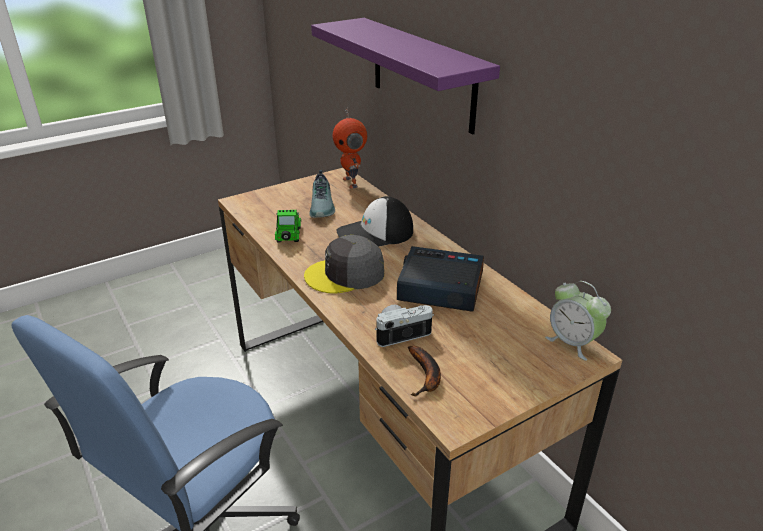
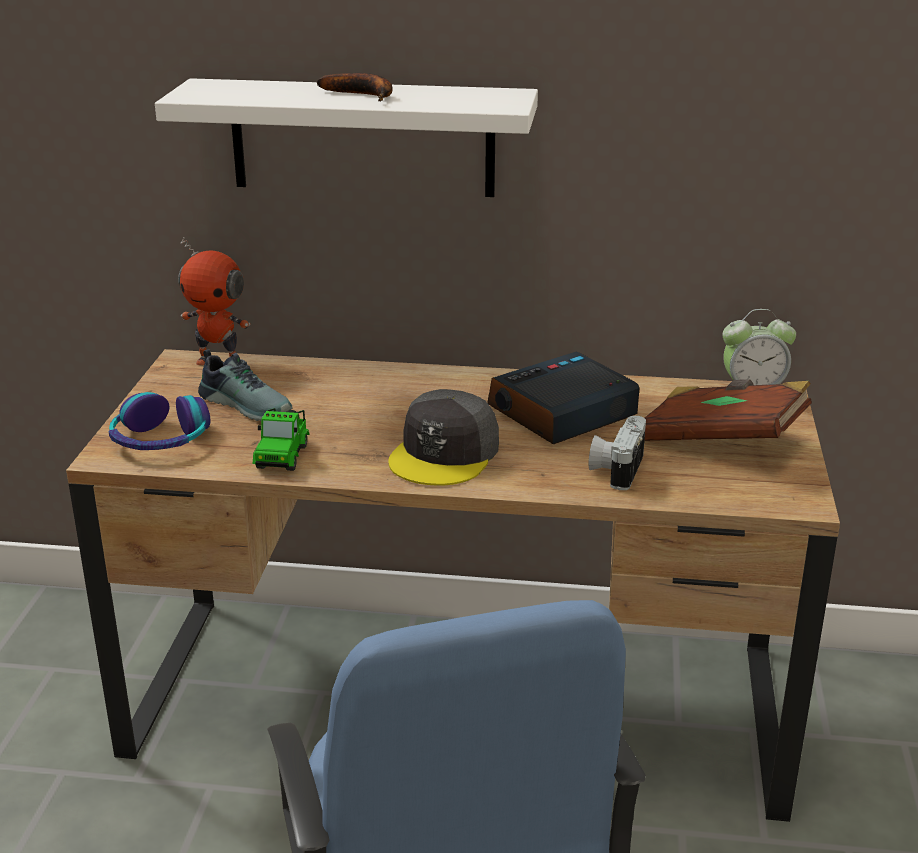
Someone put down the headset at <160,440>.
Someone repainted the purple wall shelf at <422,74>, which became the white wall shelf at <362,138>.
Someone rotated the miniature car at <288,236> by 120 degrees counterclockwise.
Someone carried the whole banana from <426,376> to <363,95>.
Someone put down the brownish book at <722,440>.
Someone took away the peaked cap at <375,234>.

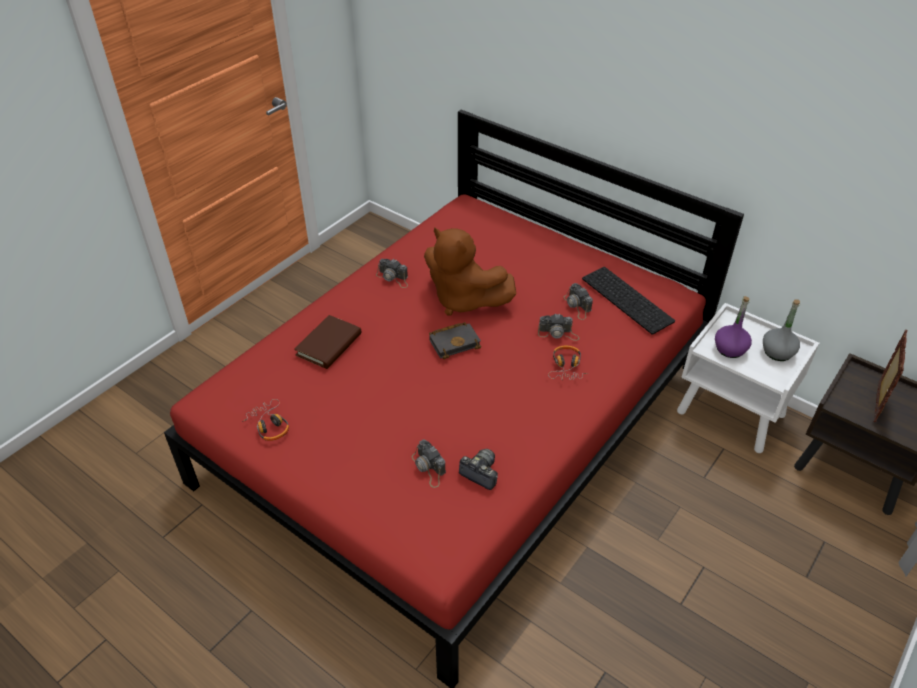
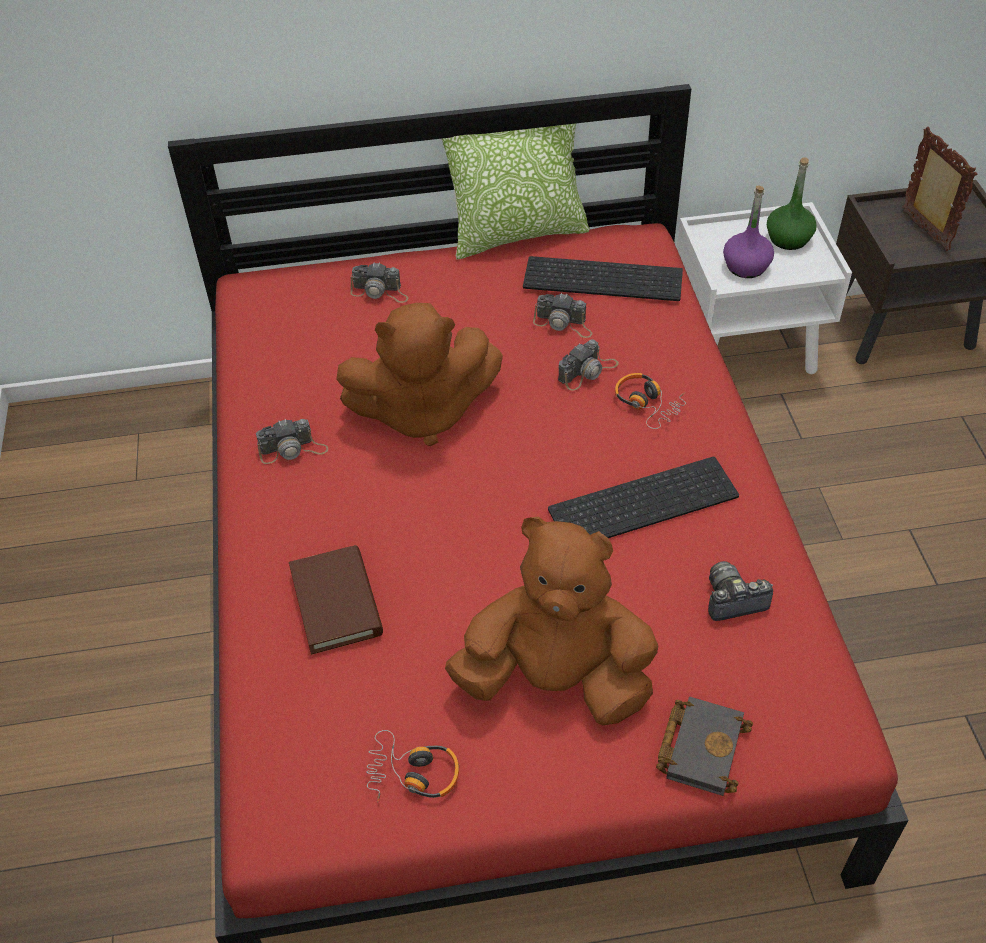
Someone carried the photo camera from <429,468> to <380,292>.
Someone put down the cushion at <517,234>.
Someone put down the brownish plush toy at <556,680>.
Someone put down the computer keyboard at <643,500>.
Someone carried the black book from <455,342> to <700,746>.
Someone repainted the greyish beverage bottle at <777,352>, which became the greenish beverage bottle at <788,239>.

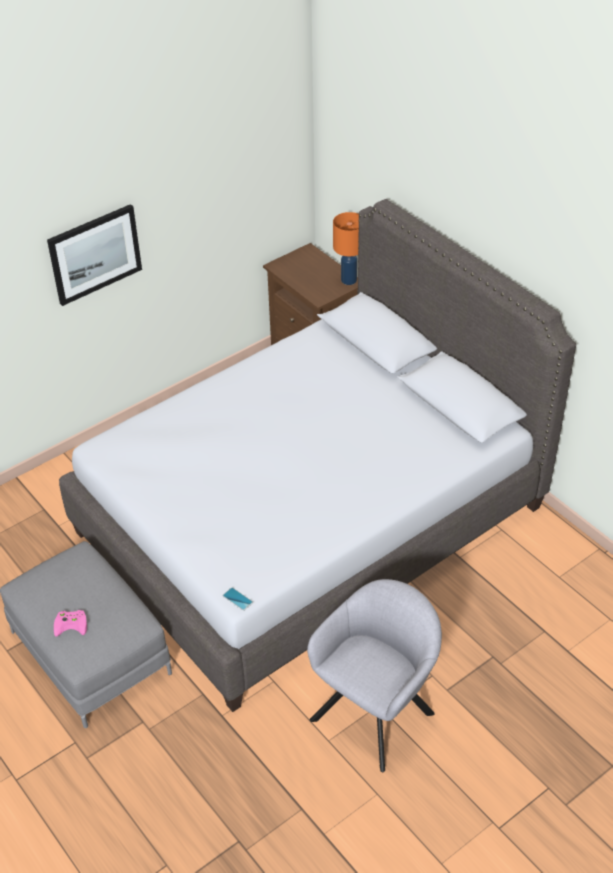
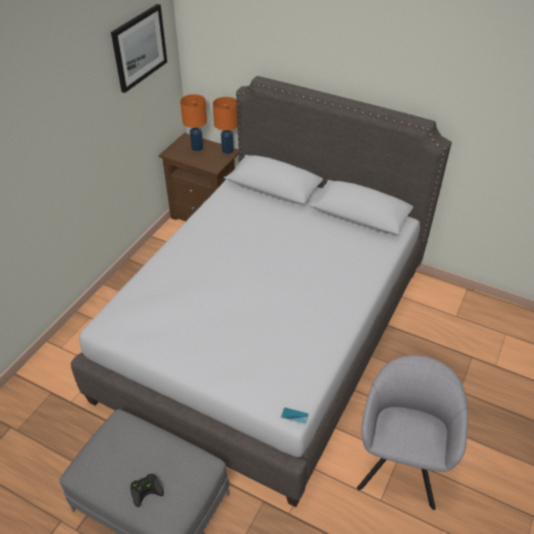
Someone carried the wall picture from <95,254> to <139,47>.
Someone repainted the pink game controller at <72,624>, which became the black game controller at <147,489>.
Someone put down the orangey tabletop lamp at <197,147>.

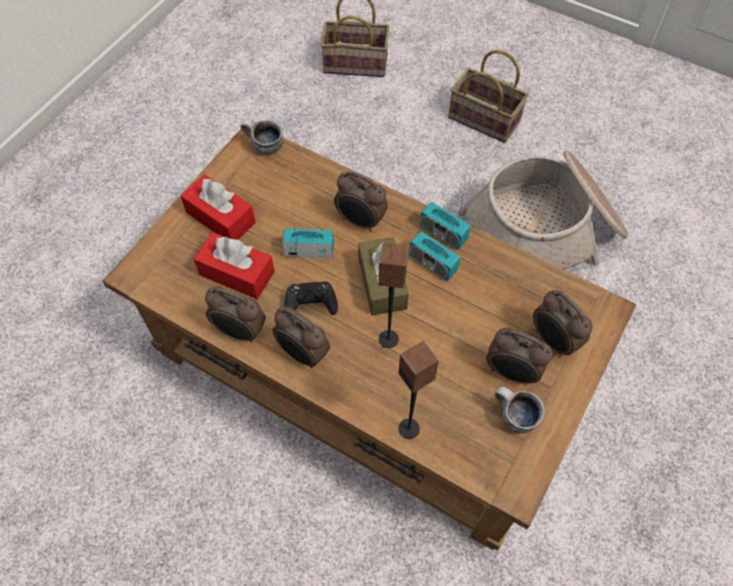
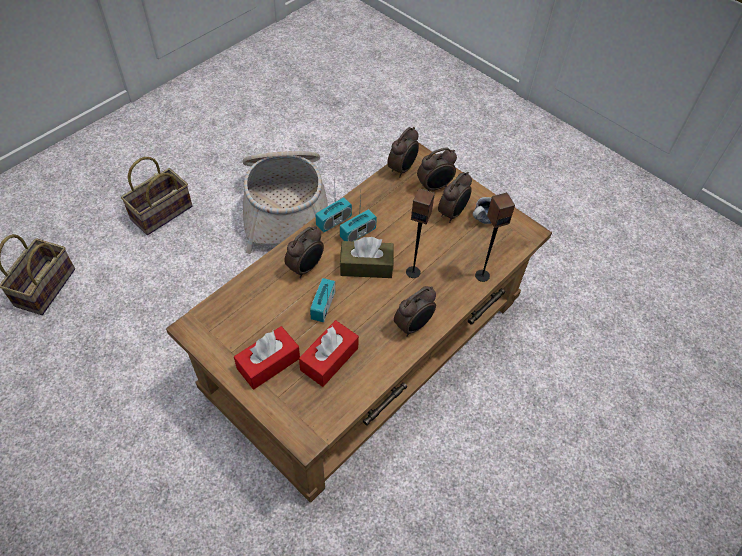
Someone carried the bedside clock from <240,332> to <402,169>.
Someone took away the mug at <264,147>.
Someone took away the black game controller at <310,303>.

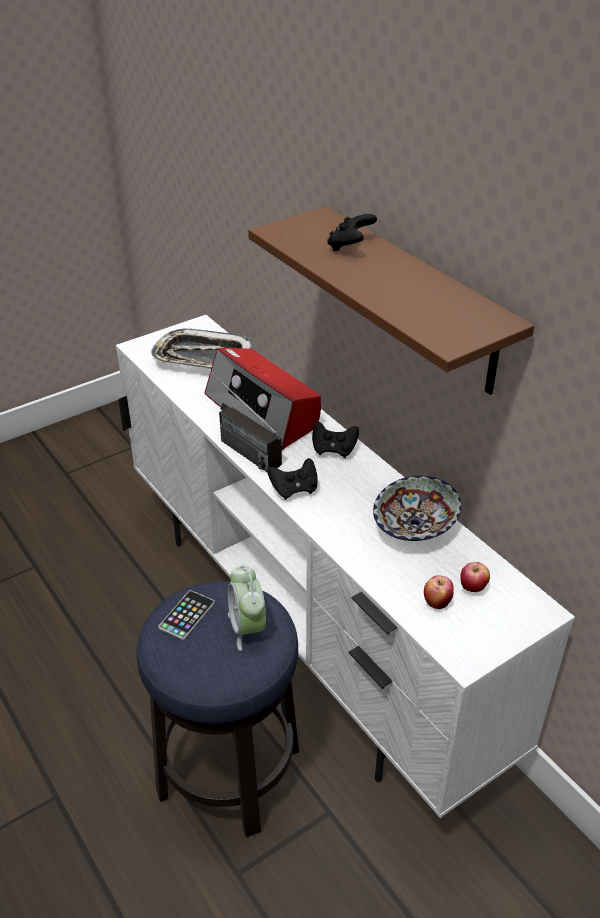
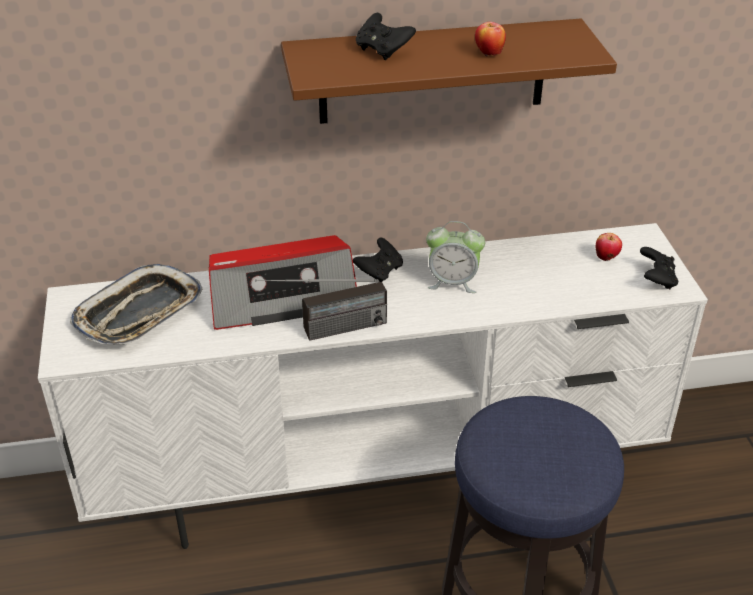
Someone carried the bedside clock from <247,628> to <453,282>.
Someone carried the apple from <437,602> to <489,54>.
Someone carried the black game controller from <294,489> to <656,280>.
Someone took away the handset at <187,615>.
Someone took away the serving bowl at <414,526>.

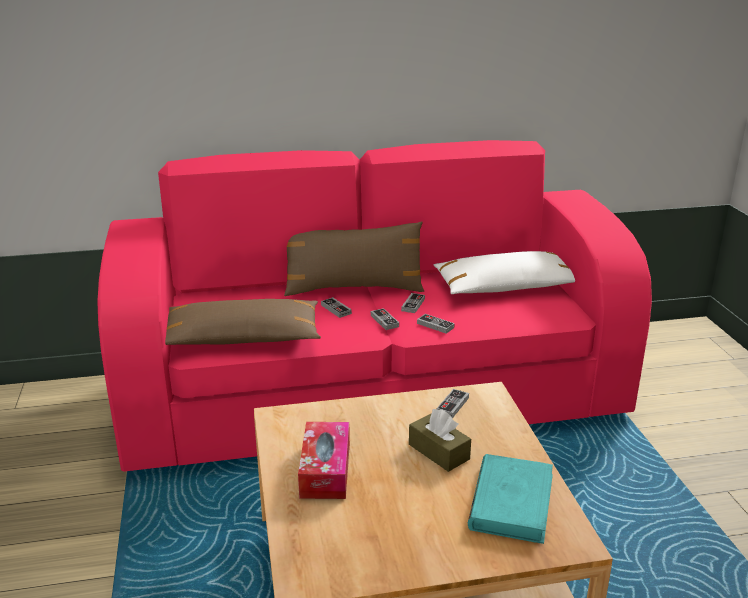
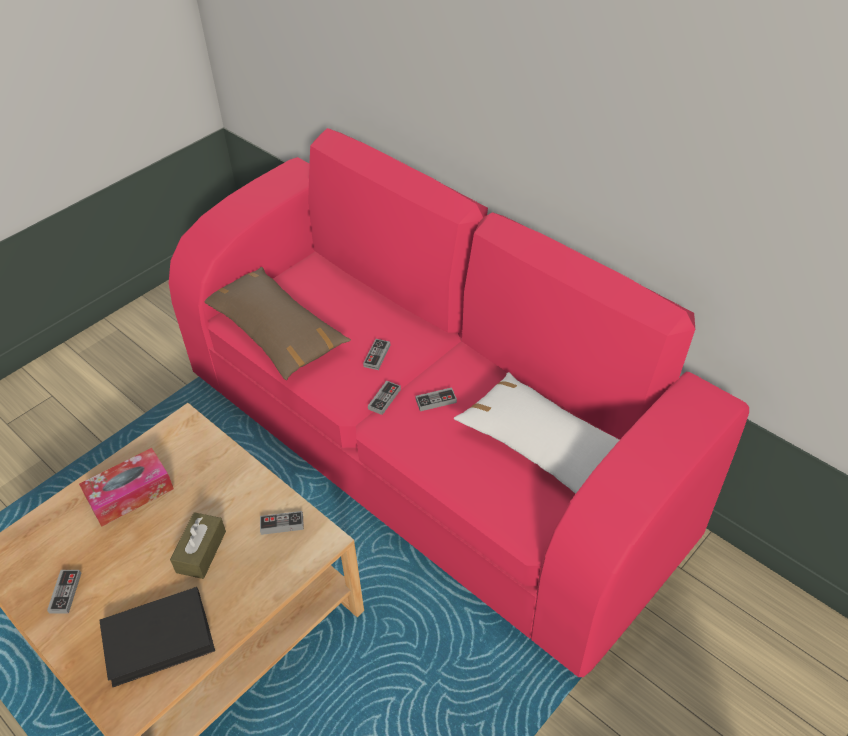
Someone carried the game controller from <435,325> to <65,593>.
Someone repainted the blue-green book at <511,502>, which became the black book at <158,638>.
Someone took away the brownish cushion at <354,288>.

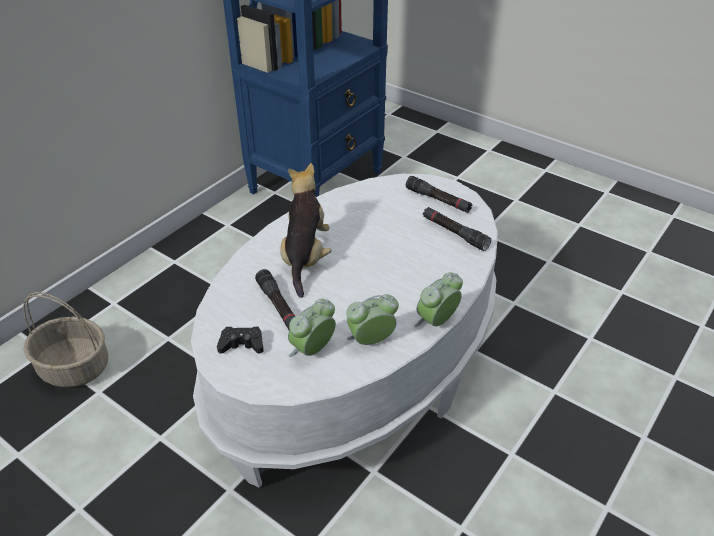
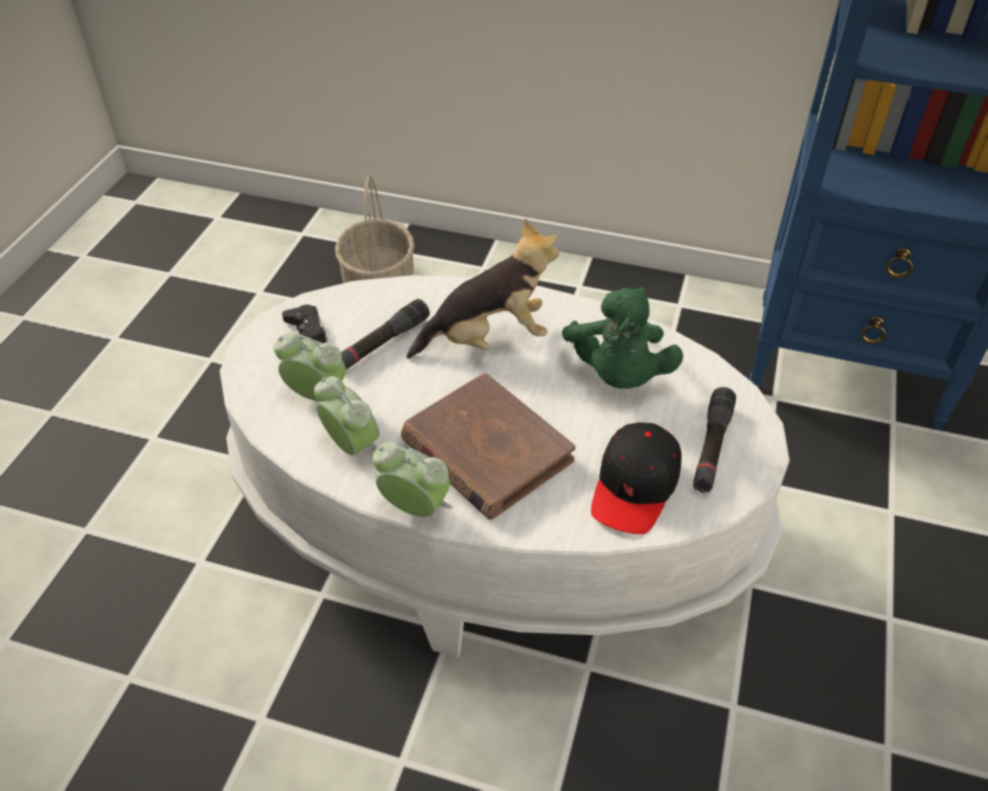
Someone put down the brownish book at <486,450>.
Someone put down the greenish plush toy at <617,375>.
Someone swapped the black flashlight at <454,233> for the black peaked cap at <635,487>.

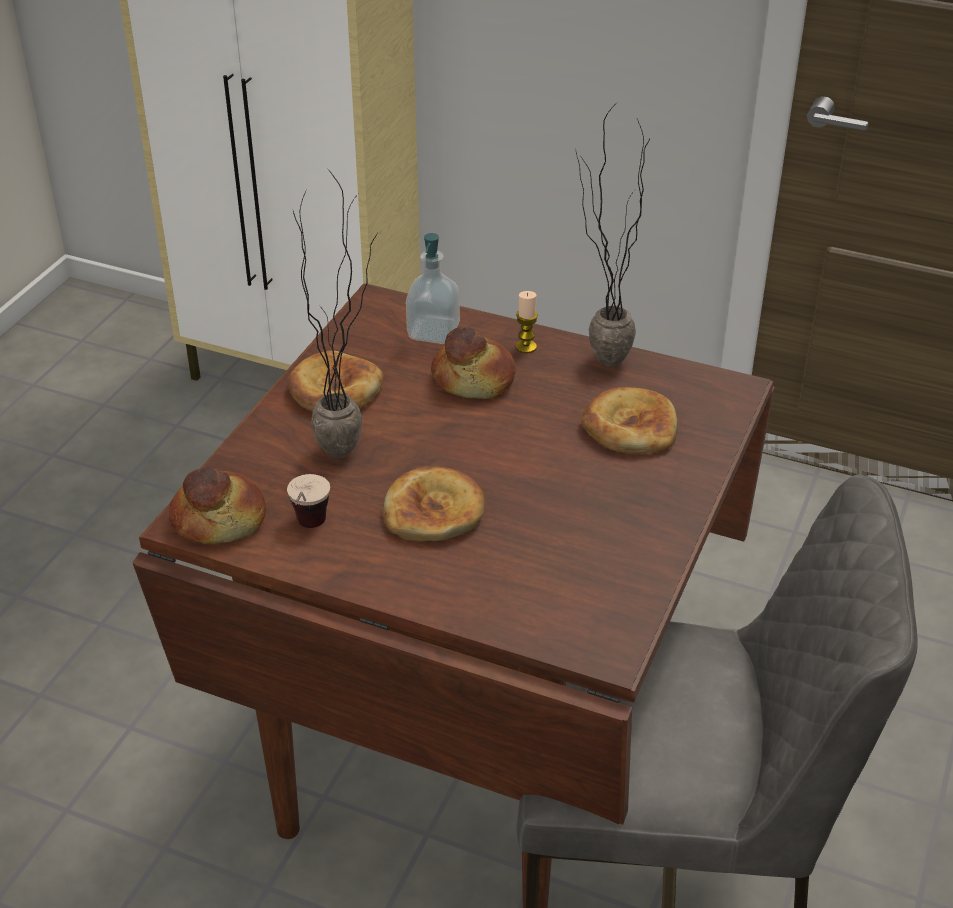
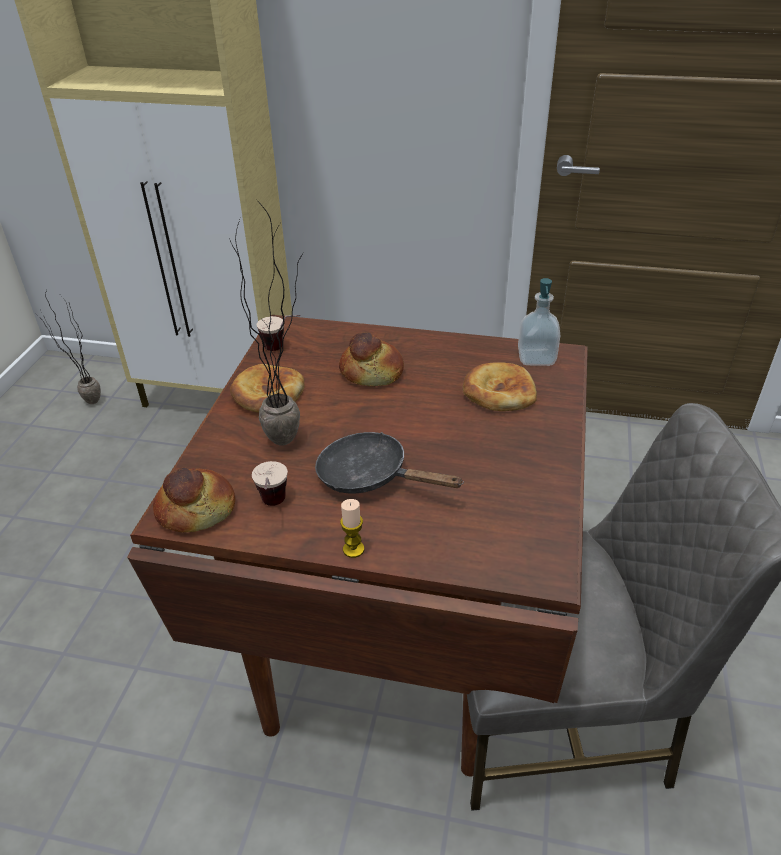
Someone carried the potted plant from <595,363> to <86,403>.
Someone put down the drinking cup at <283,349>.
Someone swapped the bakery bread at <434,510> for the black frying pan at <371,476>.
Someone carried the candle from <526,347> to <353,549>.
Someone carried the soap dispenser from <433,332> to <536,357>.

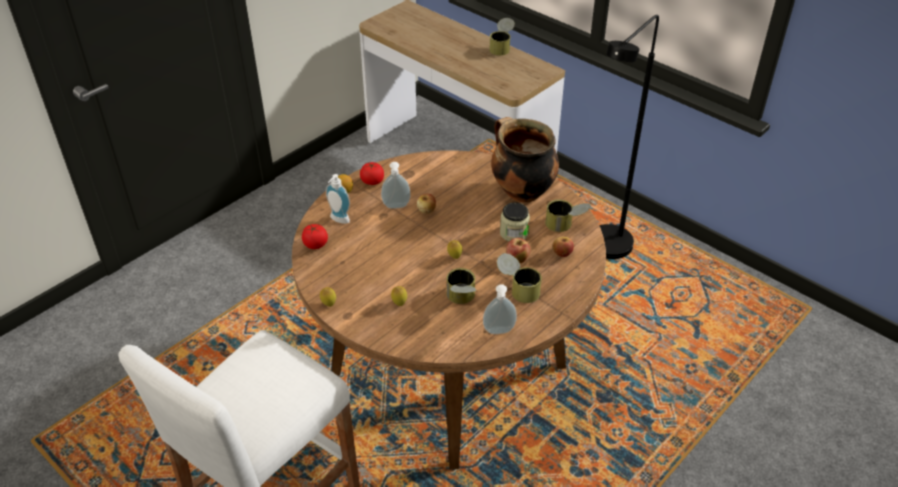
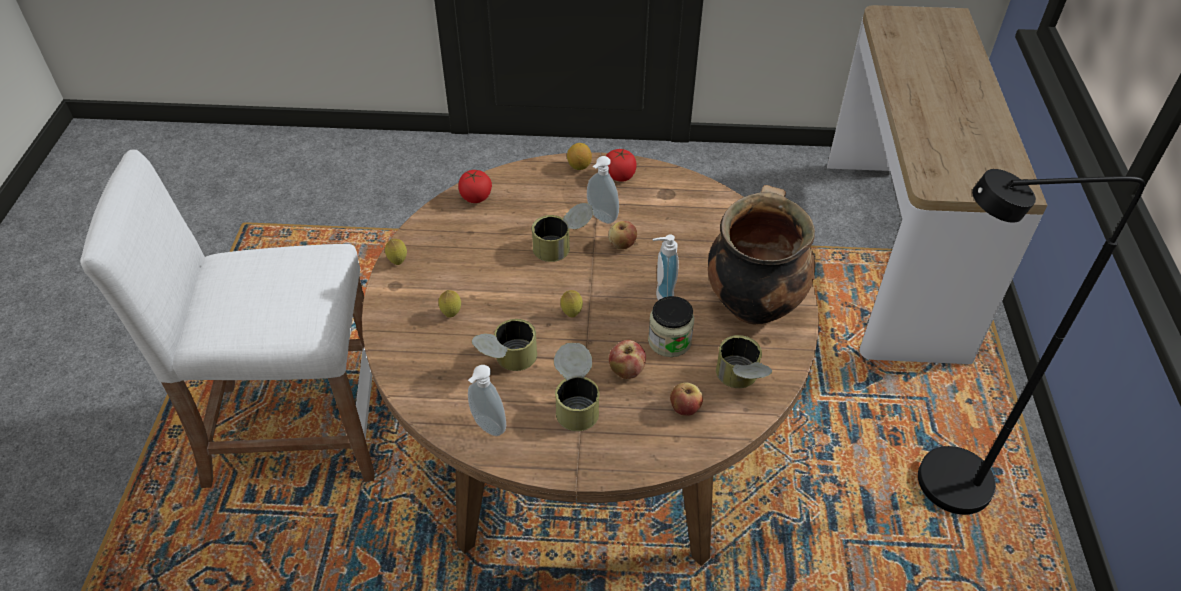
Someone carried the sealed can from <502,47> to <562,246>.
Someone carried the soap dispenser from <338,220> to <661,296>.

